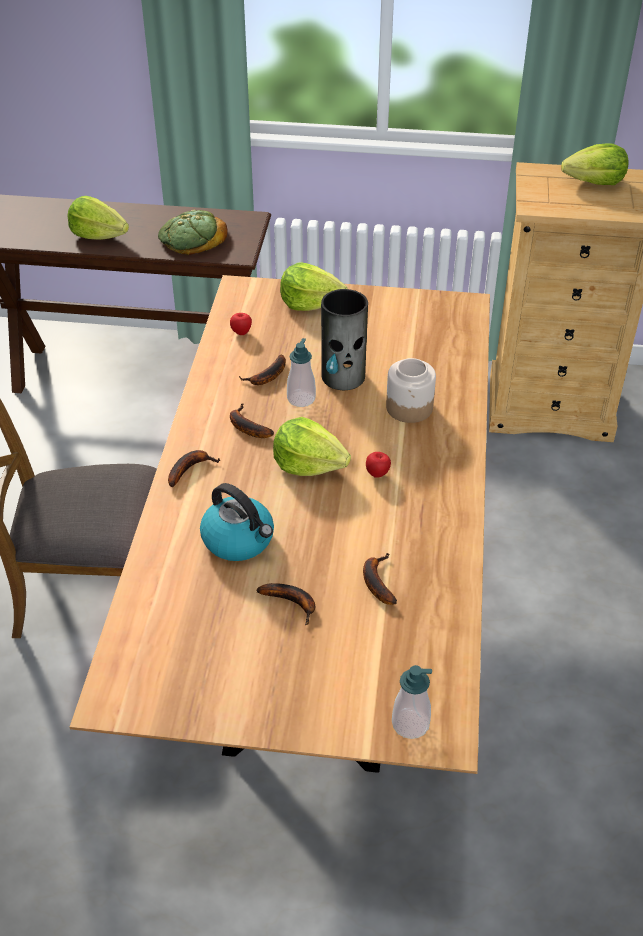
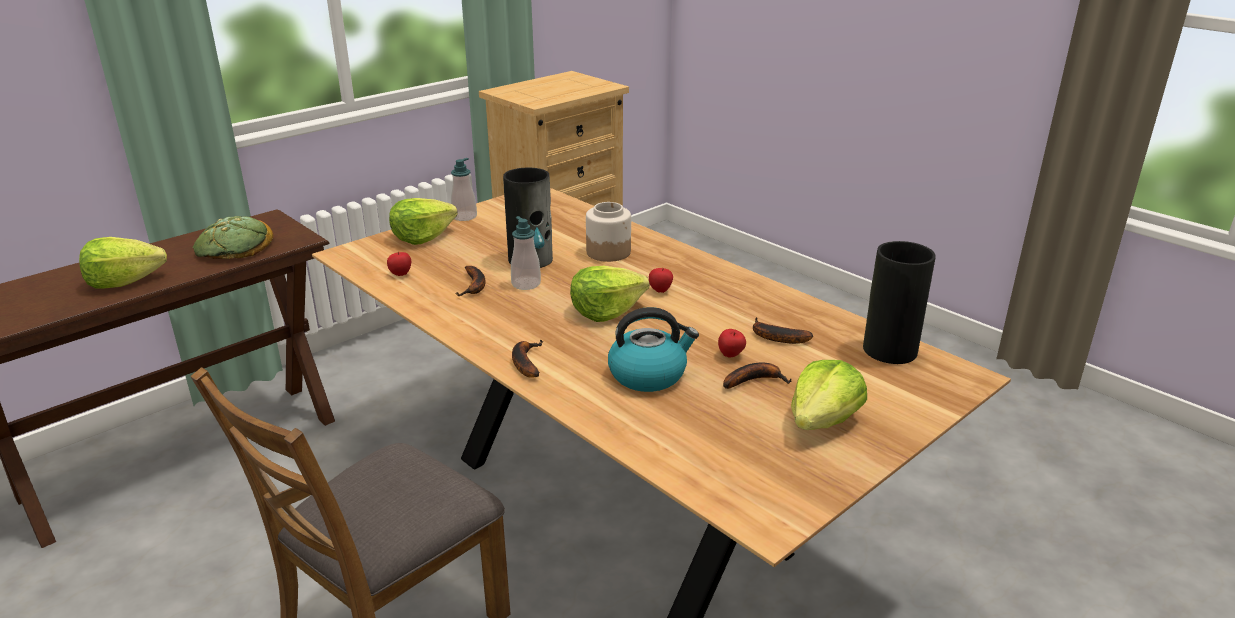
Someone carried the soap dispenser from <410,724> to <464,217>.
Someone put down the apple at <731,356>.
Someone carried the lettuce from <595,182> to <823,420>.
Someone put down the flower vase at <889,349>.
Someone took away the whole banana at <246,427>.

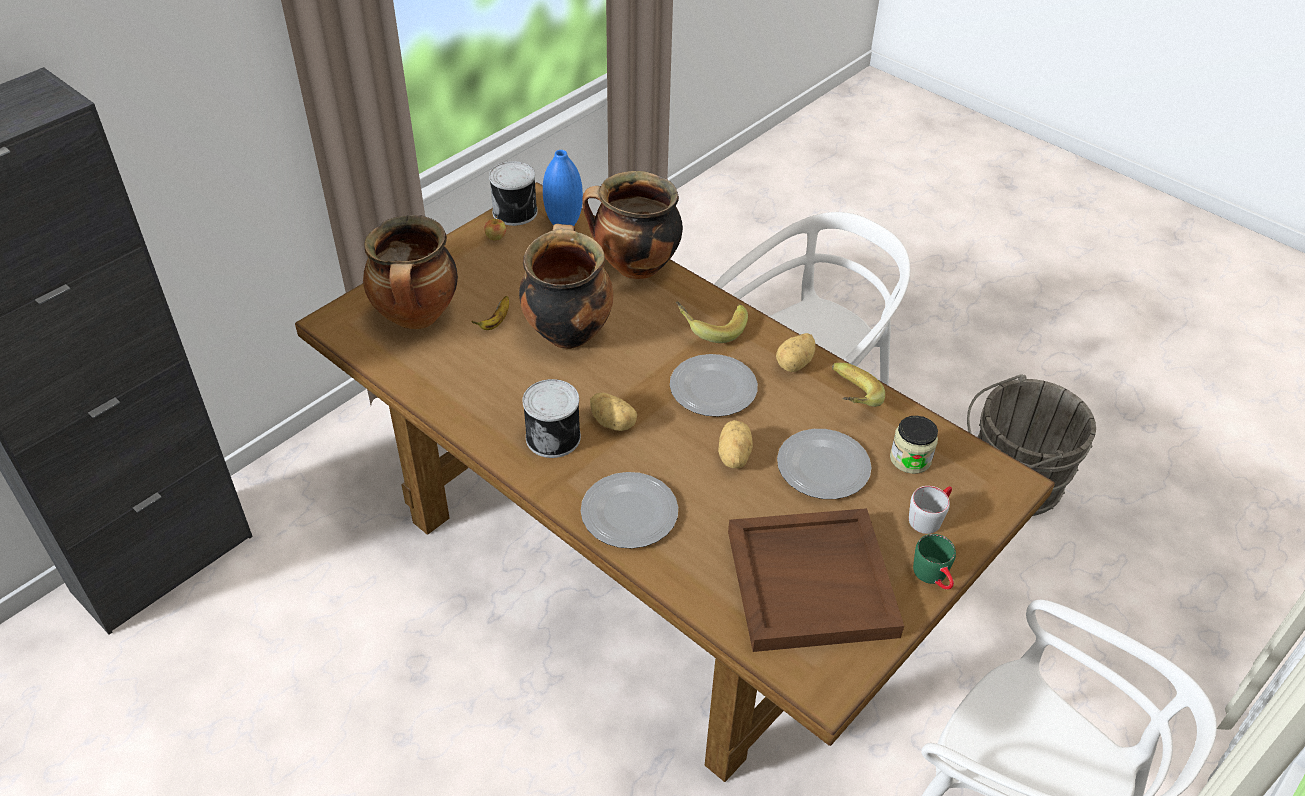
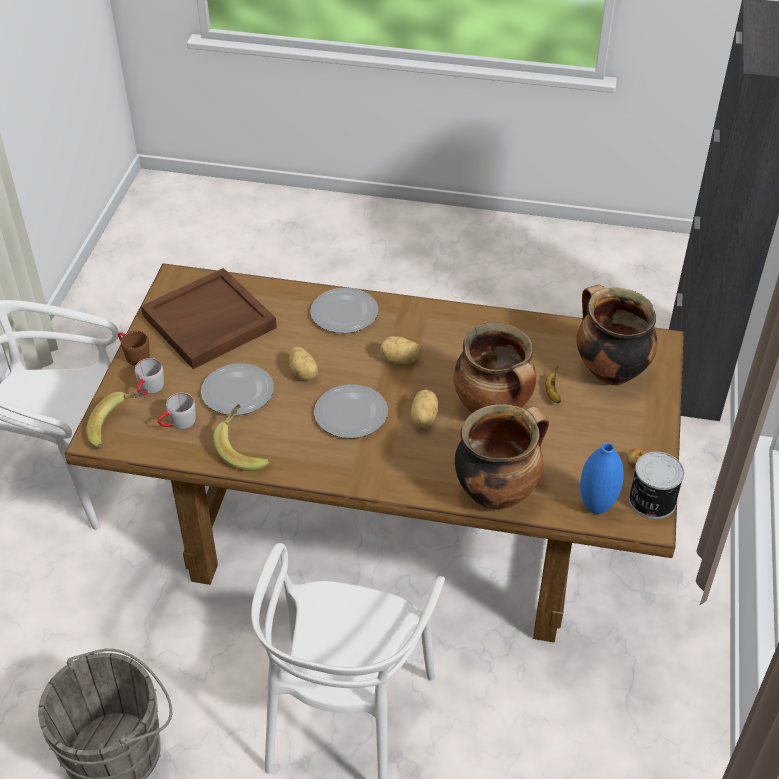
Someone carried the whole banana from <710,328> to <118,428>.
Someone repainted the greenish mug at <934,577>, which became the brownish mug at <133,355>.
Someone swapped the jar at <910,459> for the greyish mug at <178,423>.
Someone carried the spud from <795,364> to <422,418>.
Someone took away the sealed can at <554,436>.

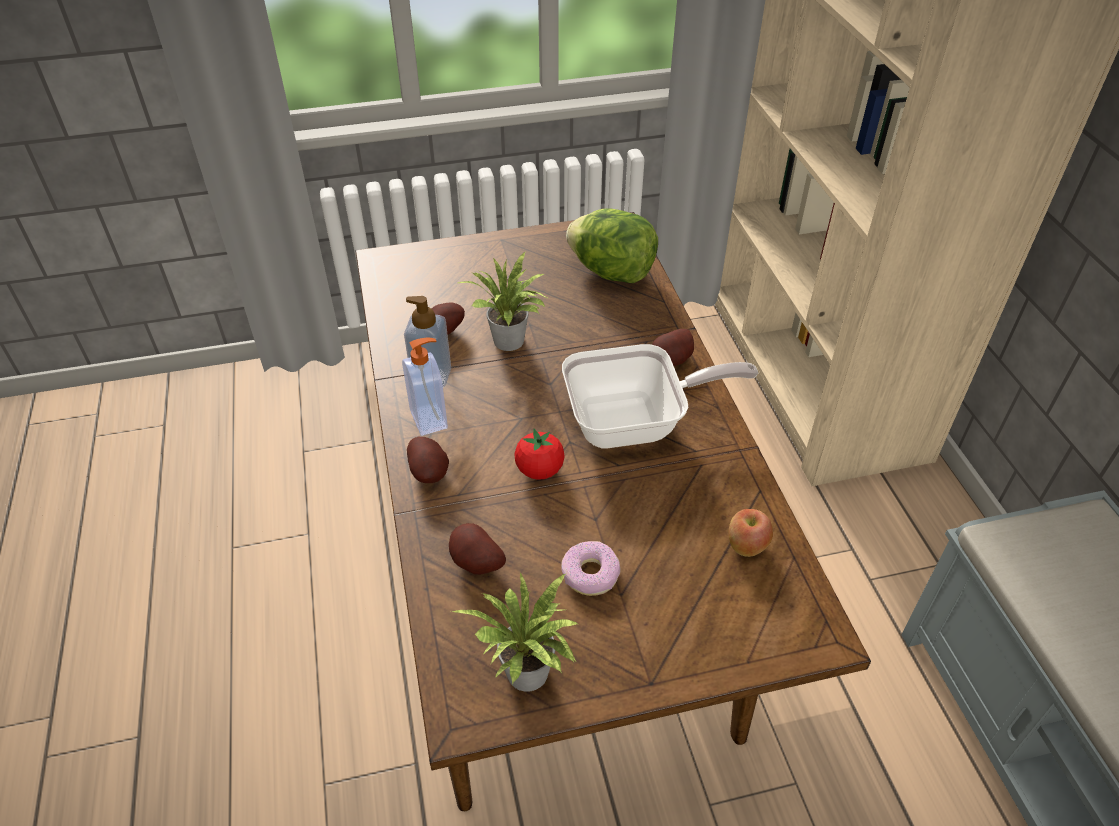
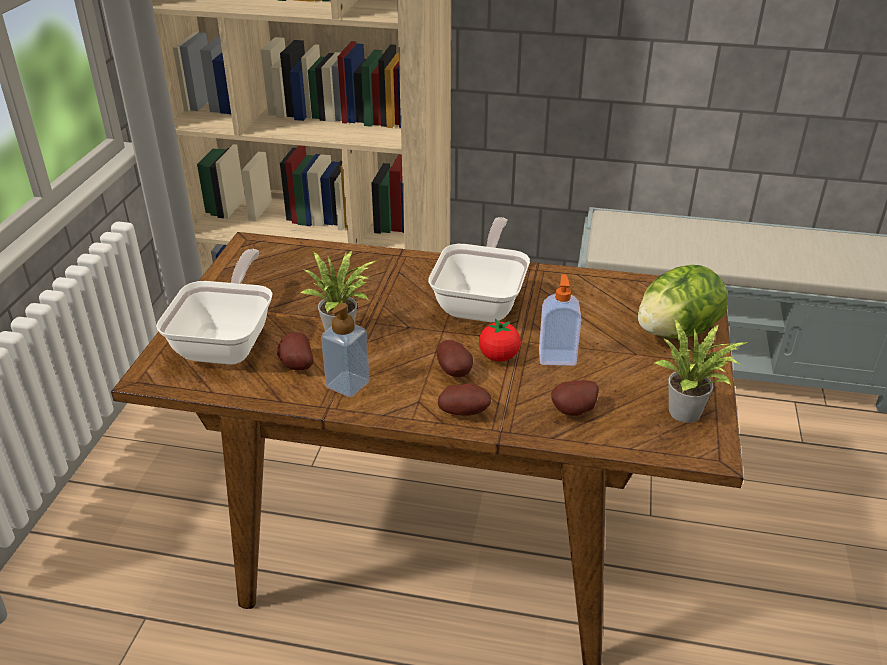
Someone put down the frying pan at <228,341>.
Someone carried the spud from <673,361> to <455,372>.
Someone carried the soap dispenser from <430,419> to <557,357>.
Someone carried the lettuce from <612,272> to <676,332>.
Someone took away the ring doughnut at <590,574>.
Someone took away the apple at <746,546>.

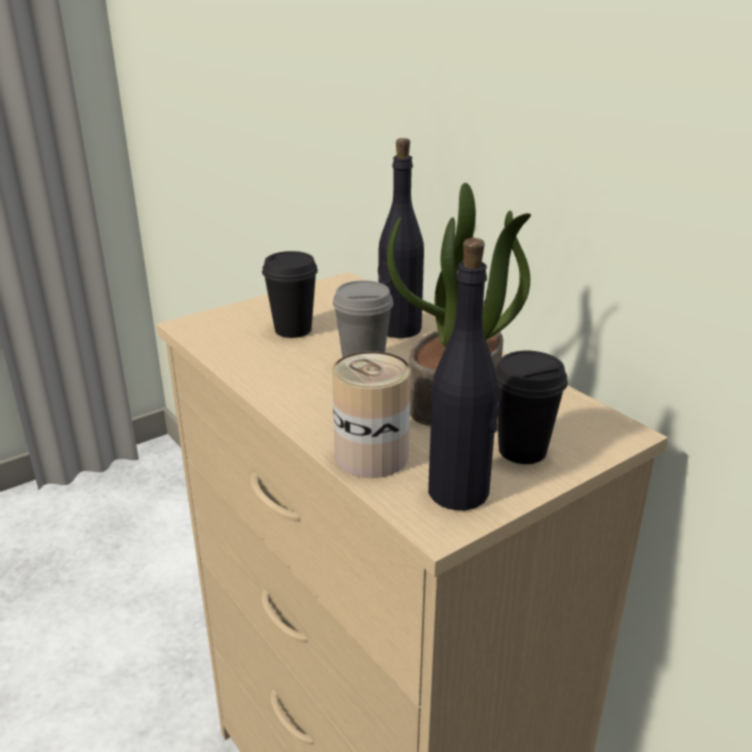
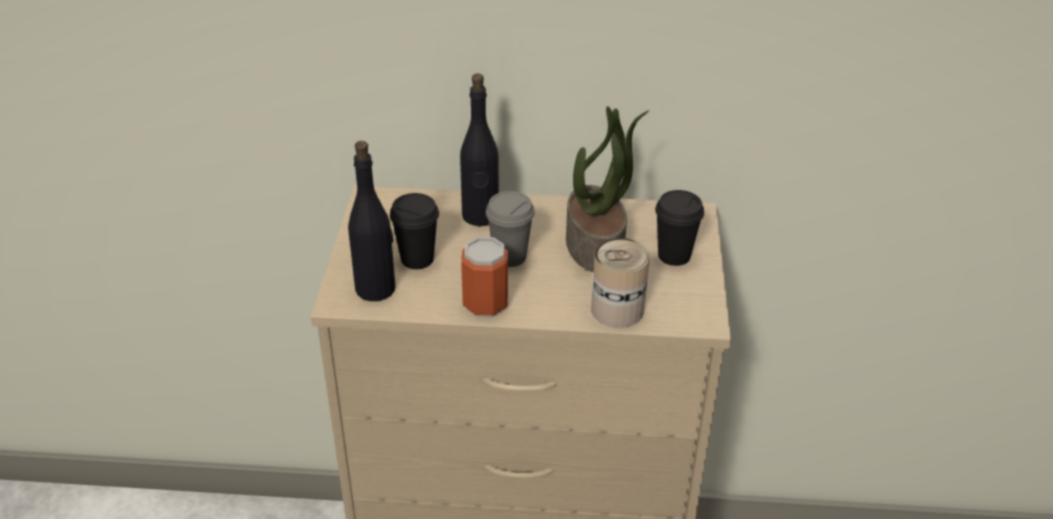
Someone carried the black beverage bottle from <459,492> to <376,288>.
Someone put down the sealed can at <485,304>.

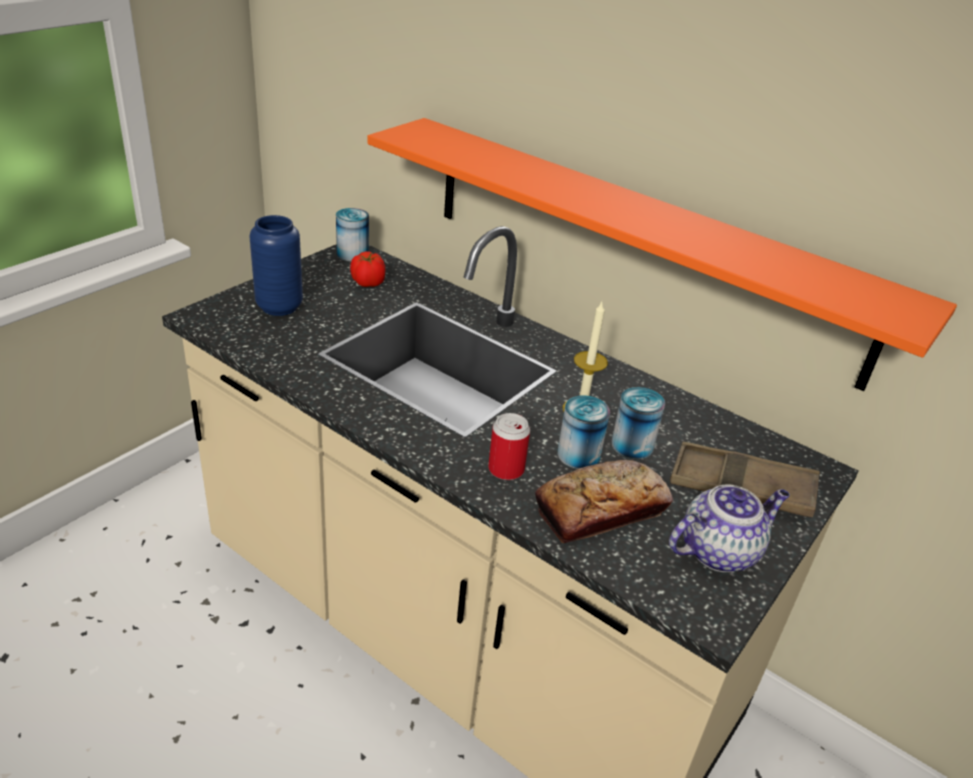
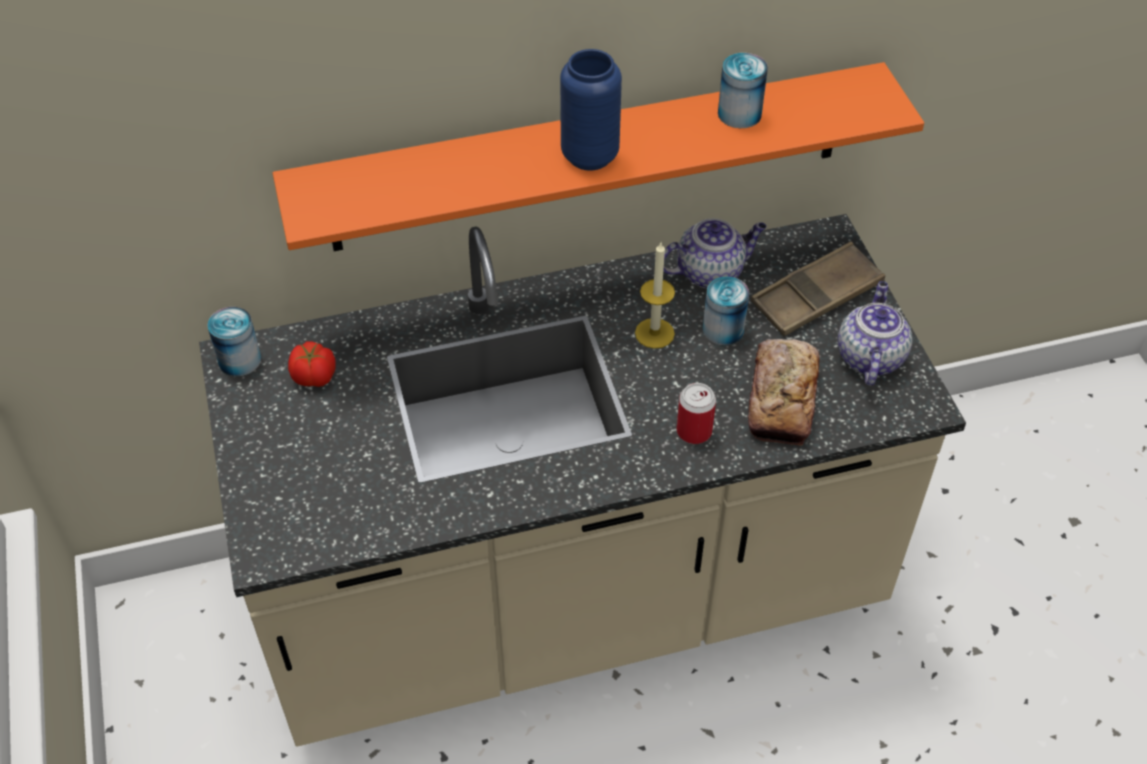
Someone carried the bluish flower vase from <279,307> to <590,156>.
Someone put down the teapot at <711,271>.
Someone carried the sealed can from <578,455> to <739,114>.

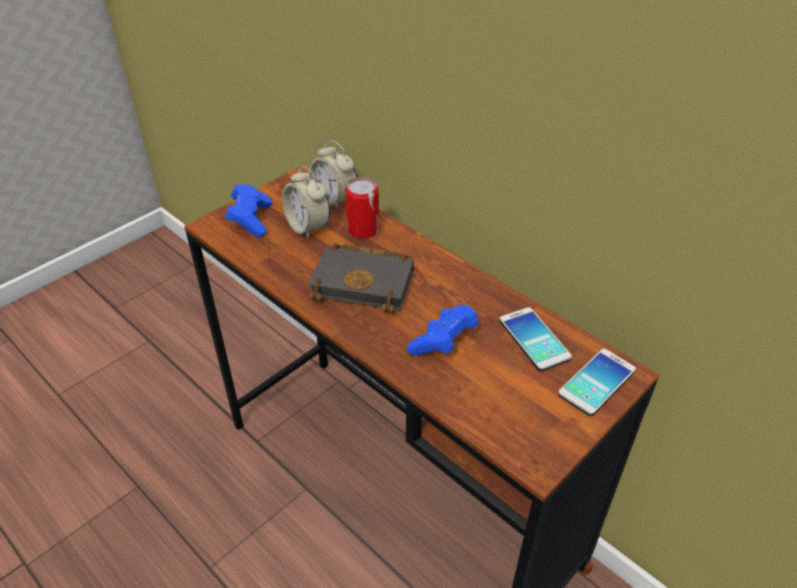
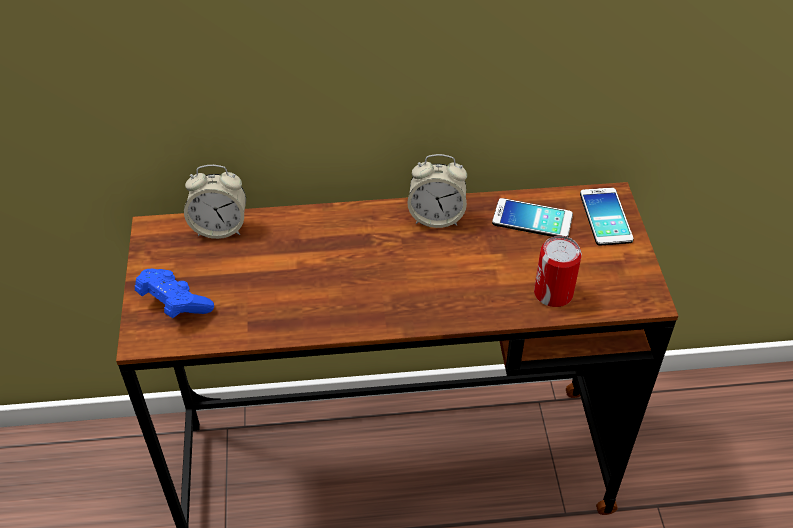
Someone carried the bedside clock from <308,227> to <436,217>.
Someone carried the sealed can from <363,230> to <553,293>.
Someone took away the black book at <366,282>.
Someone took away the bluish game controller at <443,342>.

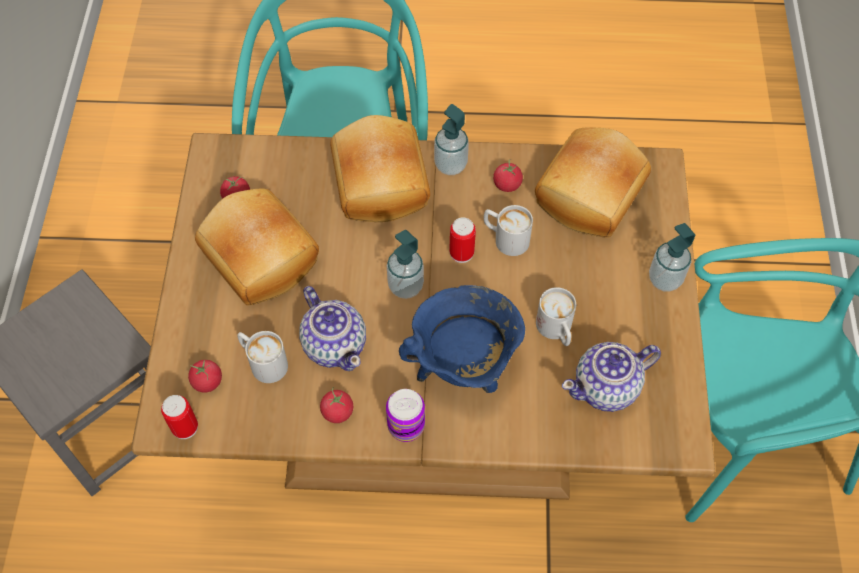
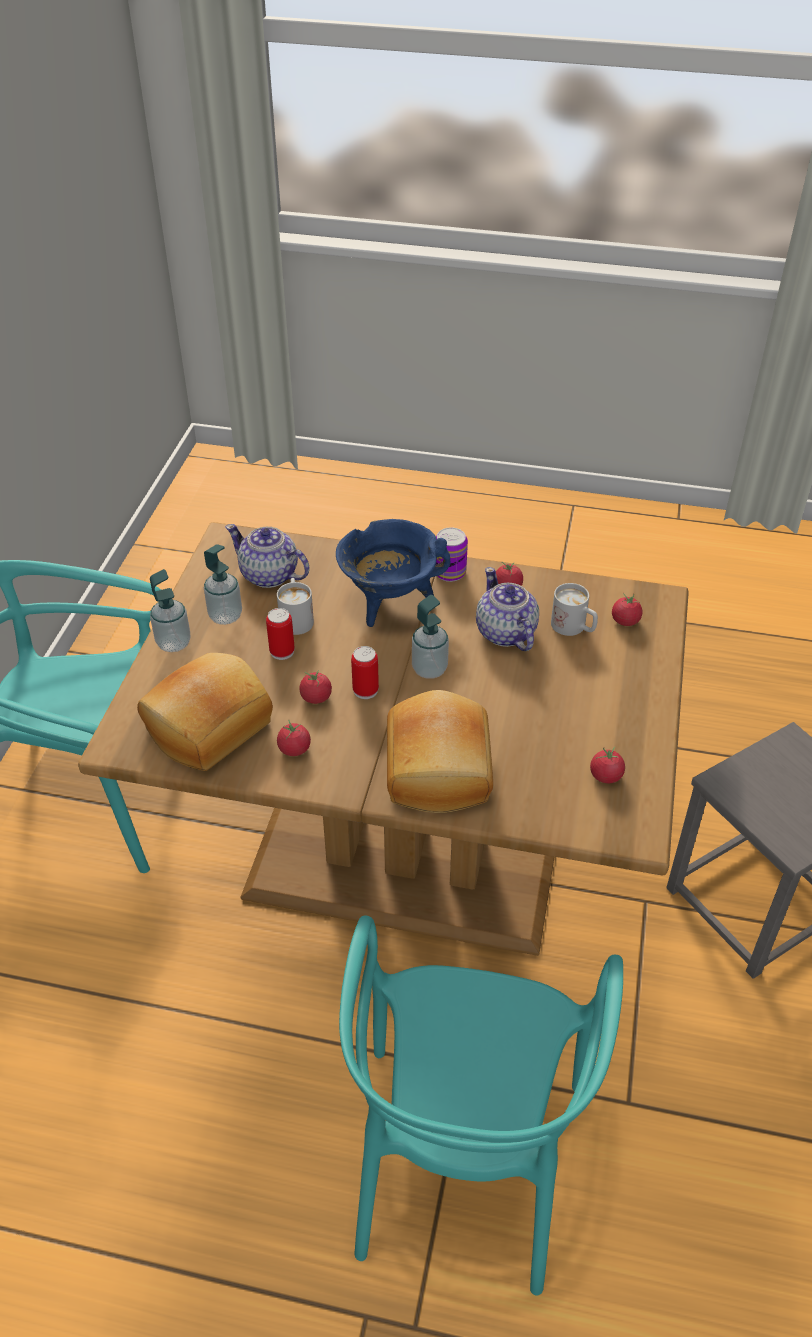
Someone carried the soap dispenser from <450,165> to <225,616>.
Someone rotated the teapot at <607,387> by 135 degrees counterclockwise.
Someone carried the sealed can from <185,427> to <282,651>.
Someone swapped the white mug at <505,238> for the whole tomato at <316,697>.
Someone took away the bakery bread at <258,259>.

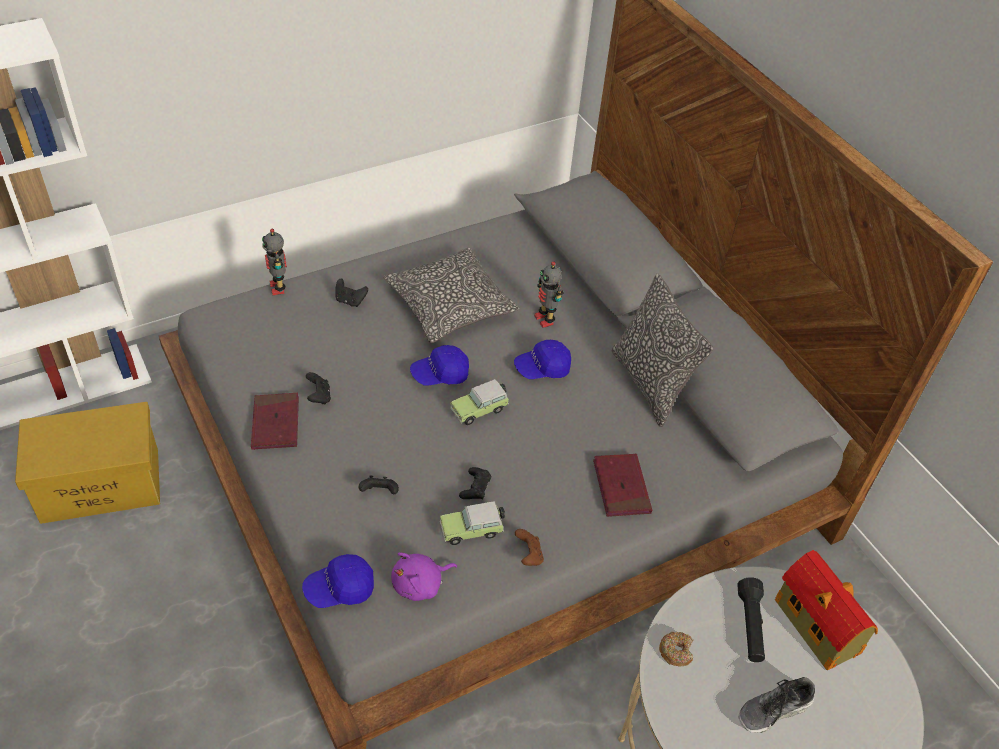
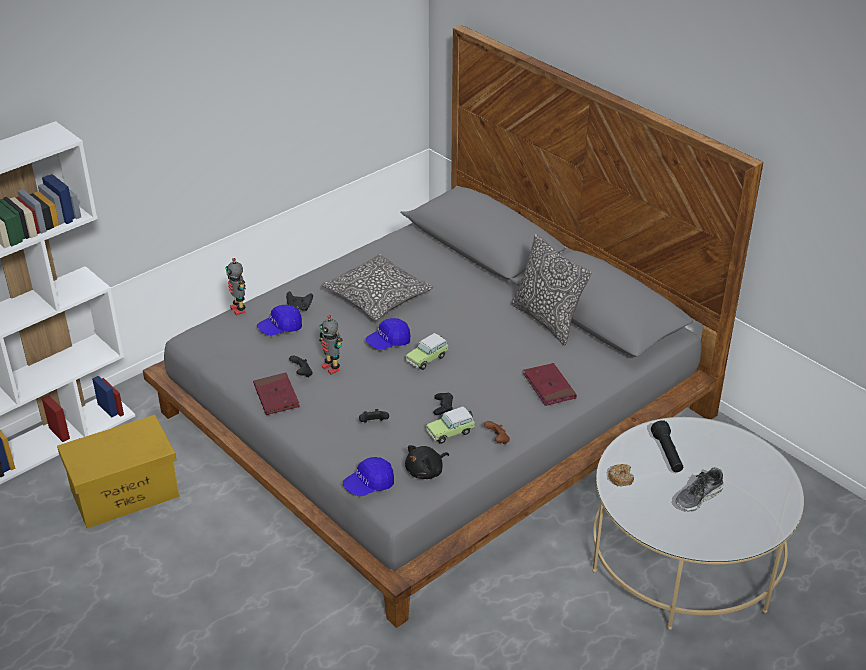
Someone carried the bluish peaked cap from <542,368> to <280,328>.
Someone carried the toy robot from <545,319> to <331,368>.
Someone repainted the purple plush toy at <420,584>, which became the black plush toy at <426,471>.
Someone took away the model house at <817,628>.

